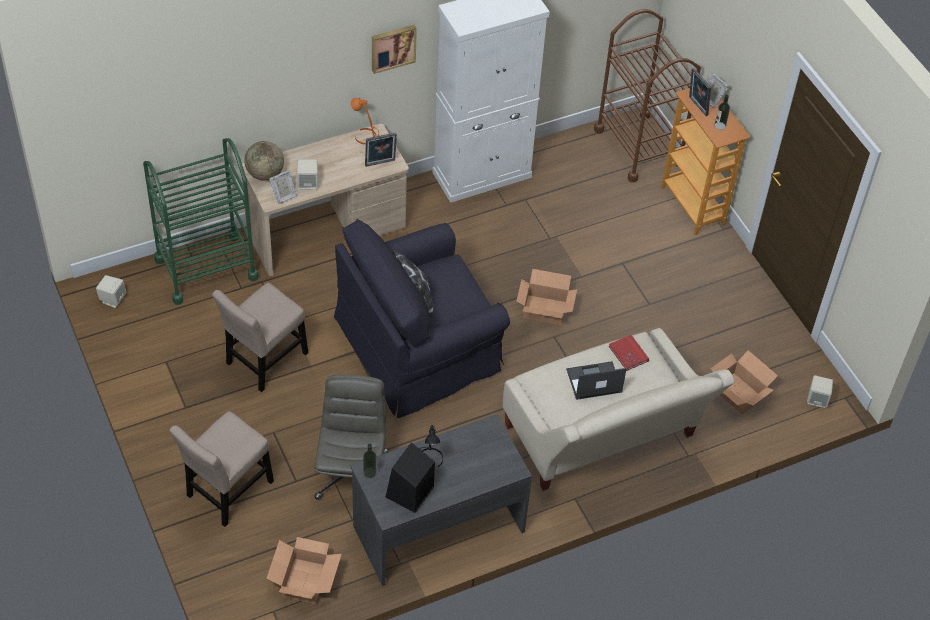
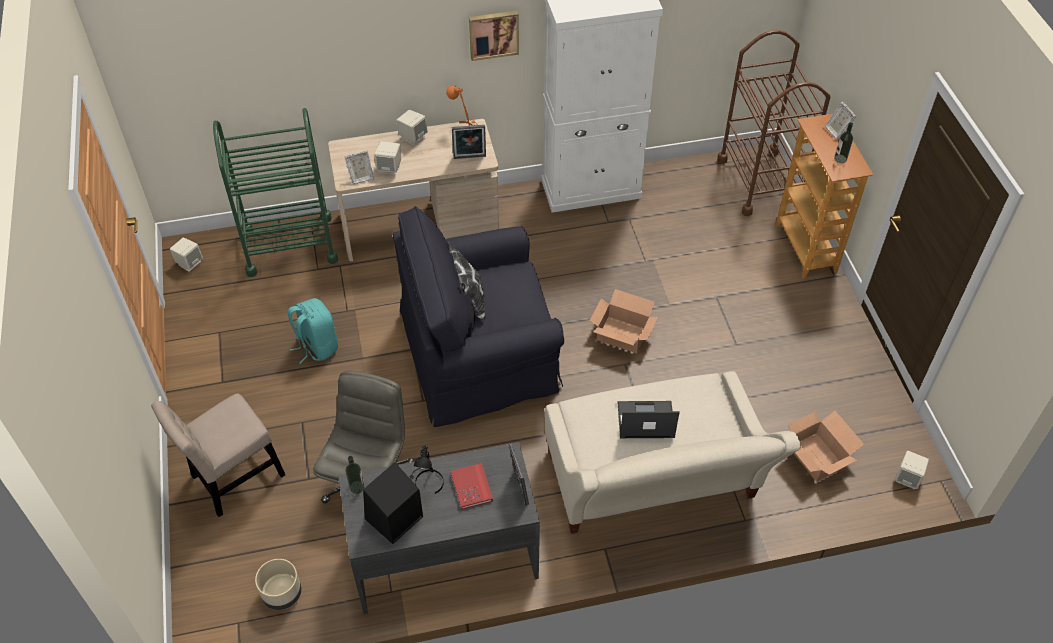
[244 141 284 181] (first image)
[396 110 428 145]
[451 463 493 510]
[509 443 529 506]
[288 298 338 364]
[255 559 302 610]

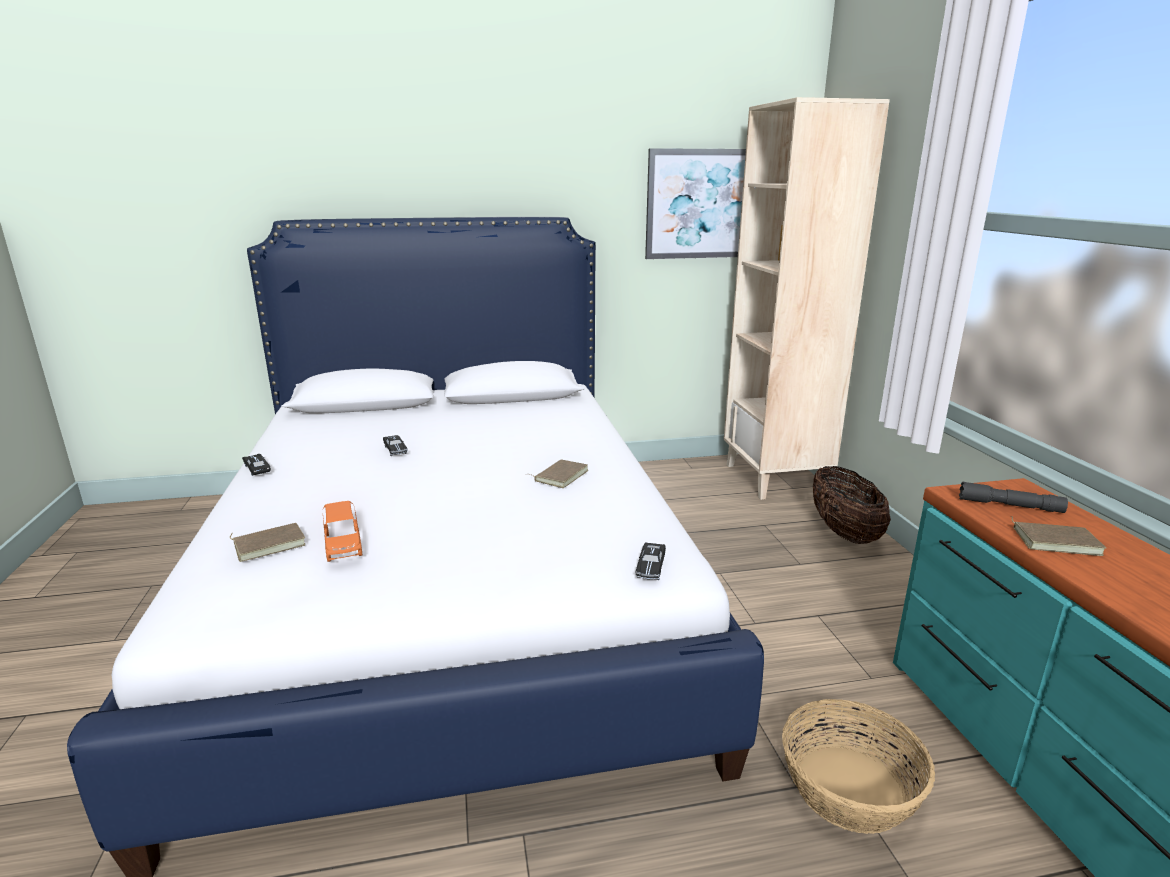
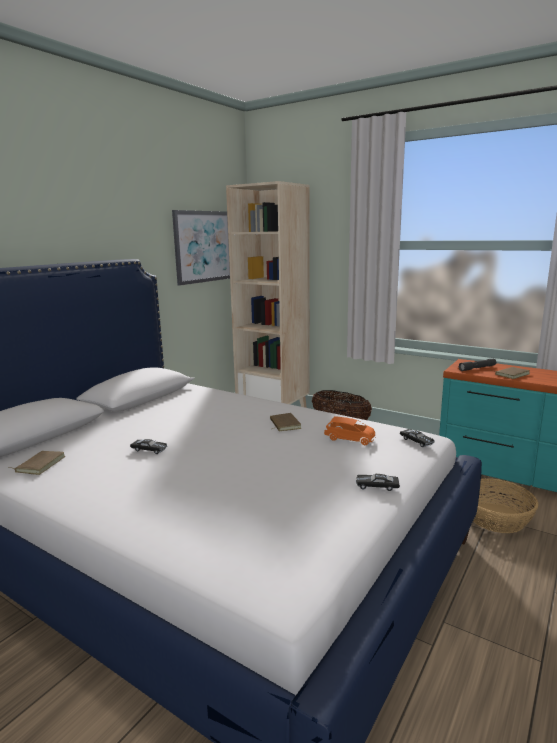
[8 451 65 475]
[356 474 400 491]
[324 416 376 445]

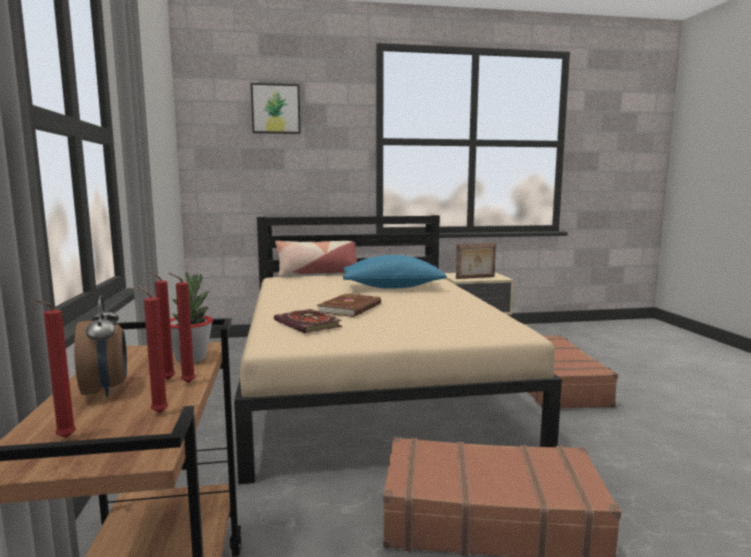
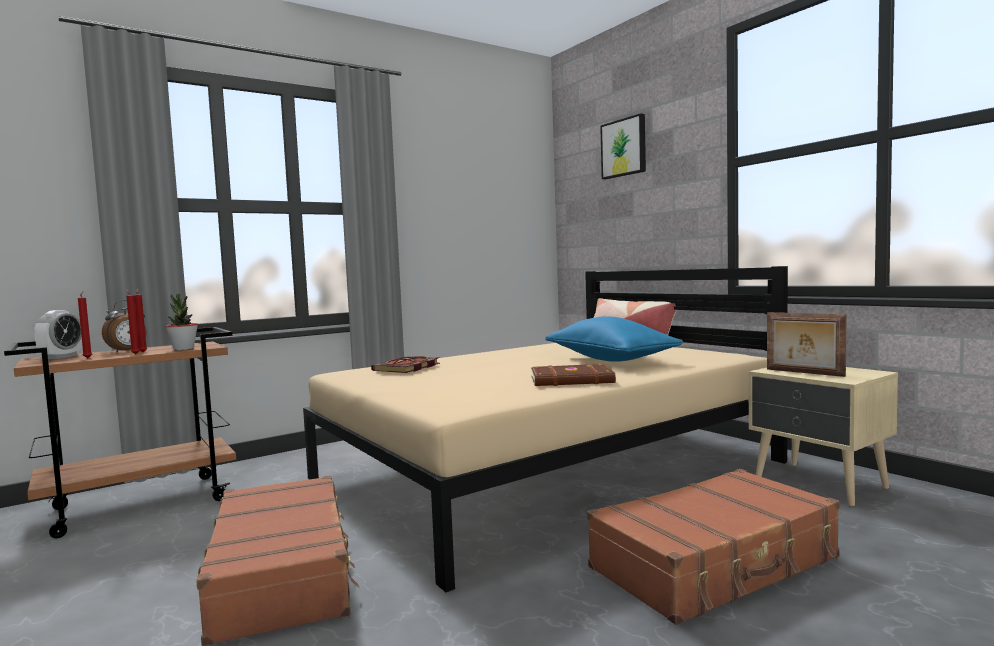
[531 364 616 386]
[34 310 82 359]

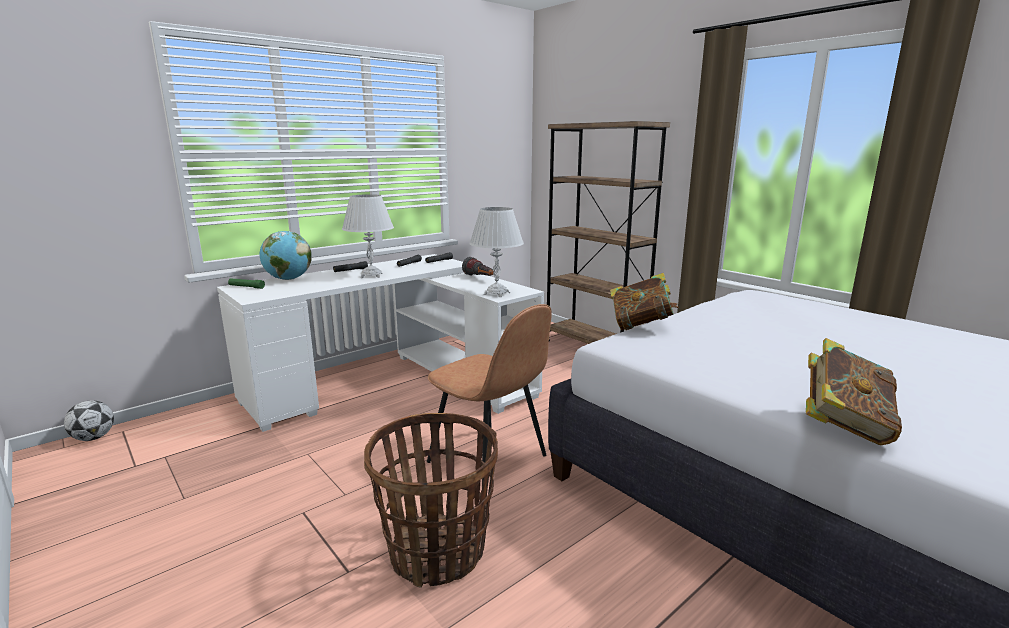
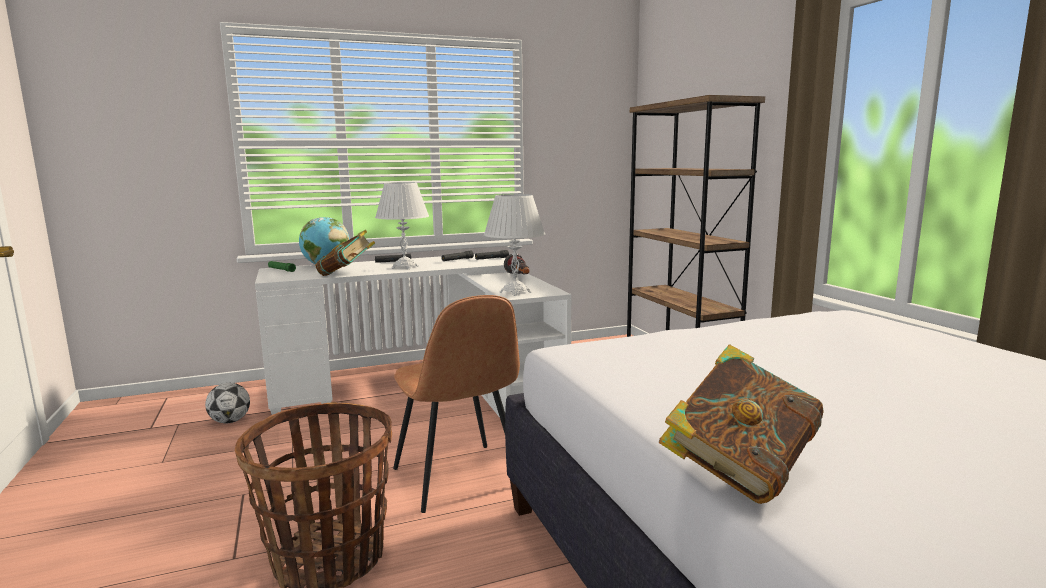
[205 383 250 423]
[315 230 375 276]

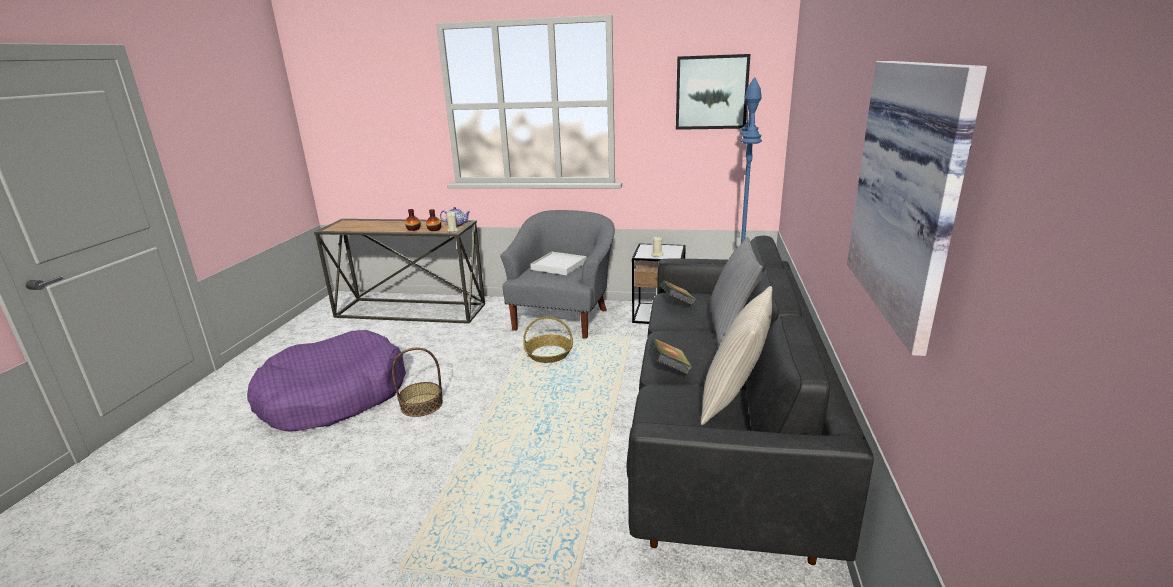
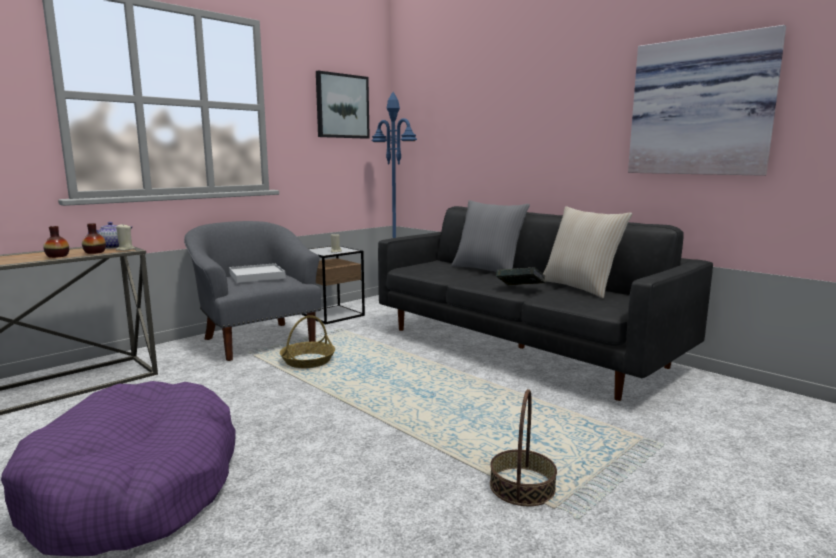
[661 281 695 305] (first image)
[490 389 557 506]

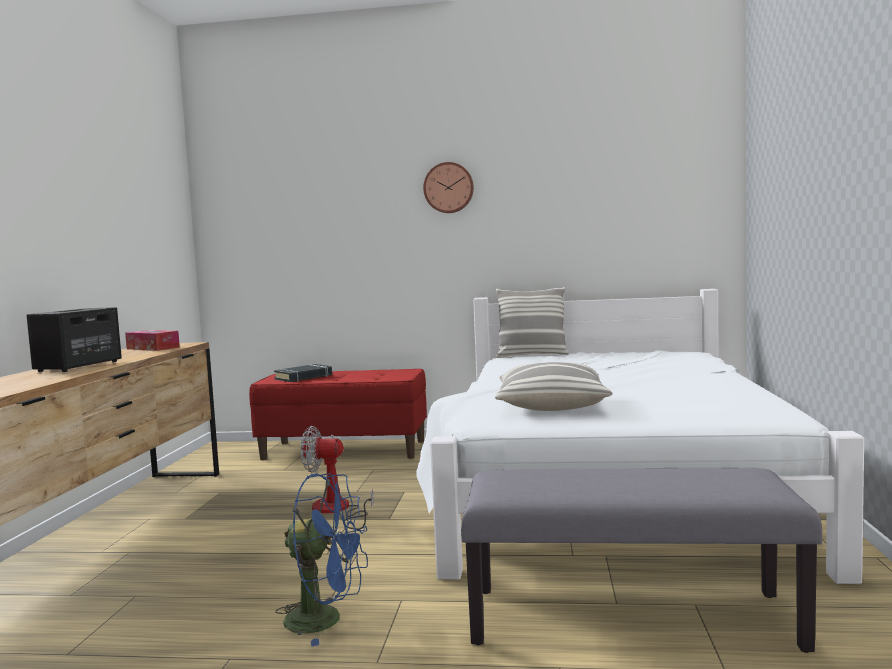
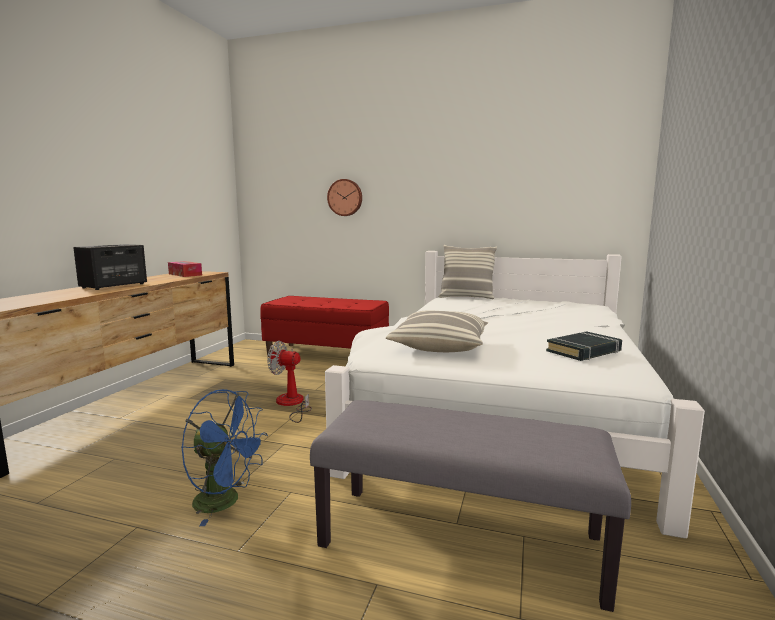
[546 331 622 361]
[327 179 362 216]

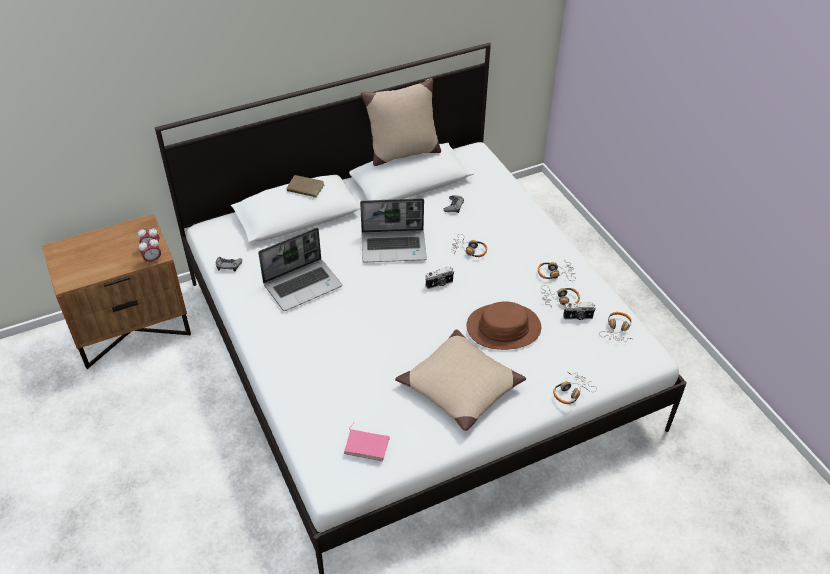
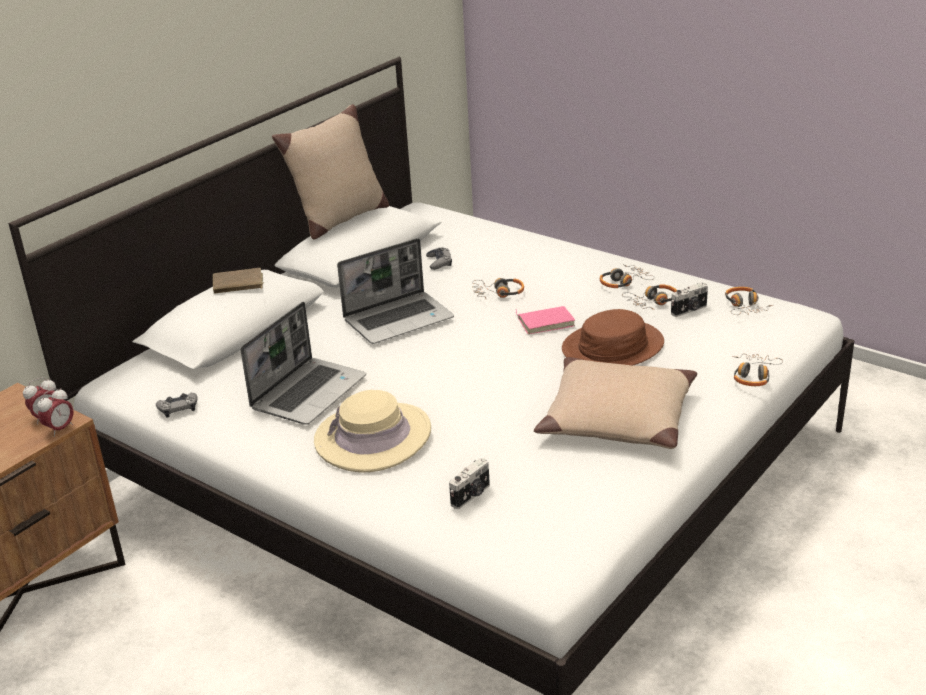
[314 390 431 473]
[516 306 575 334]
[449 458 490 509]

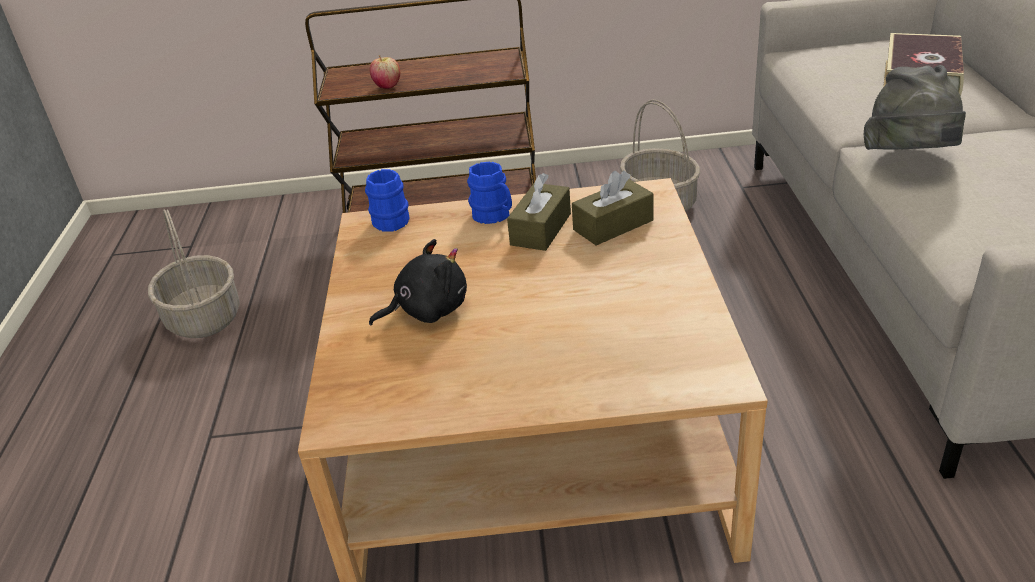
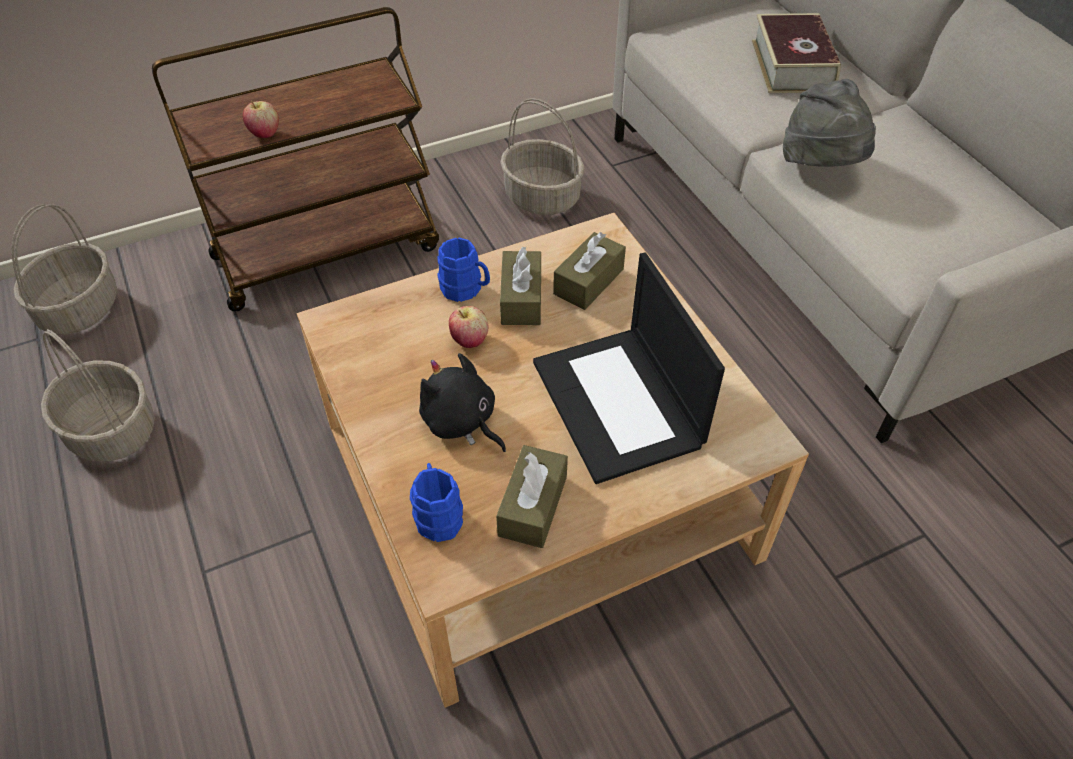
[12 204 117 335]
[449 306 488 348]
[496 445 568 548]
[533 252 725 484]
[410 463 463 542]
[419 353 506 452]

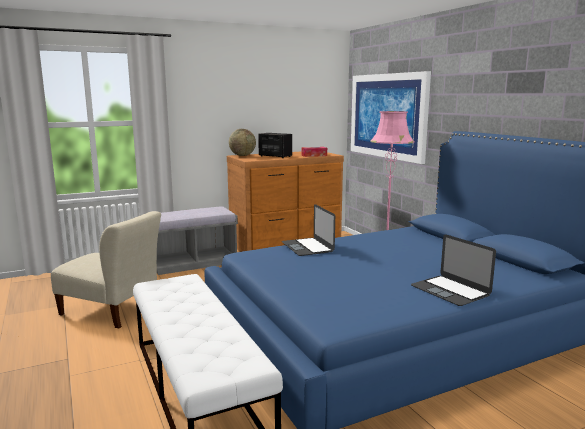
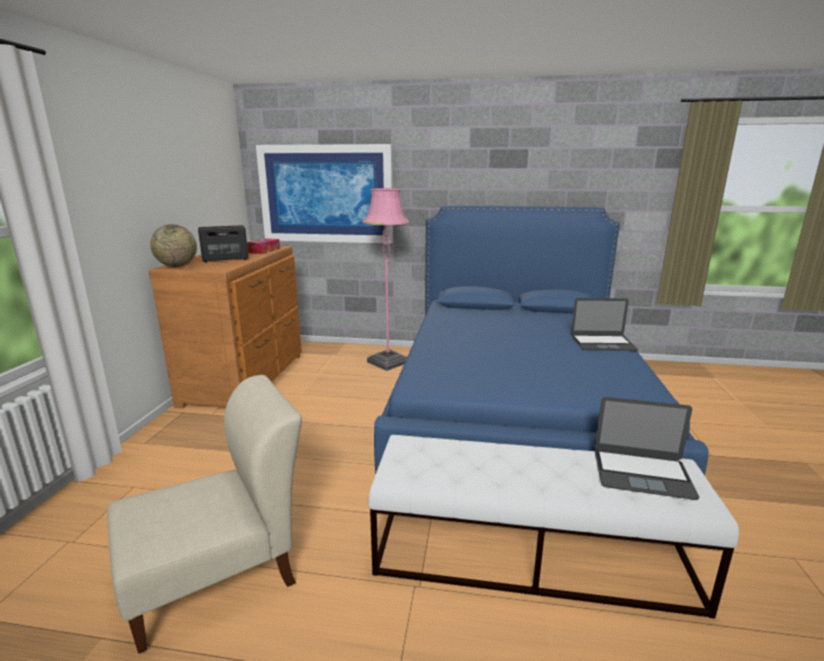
[157 206 238 275] (first image)
[595 397 699 500]

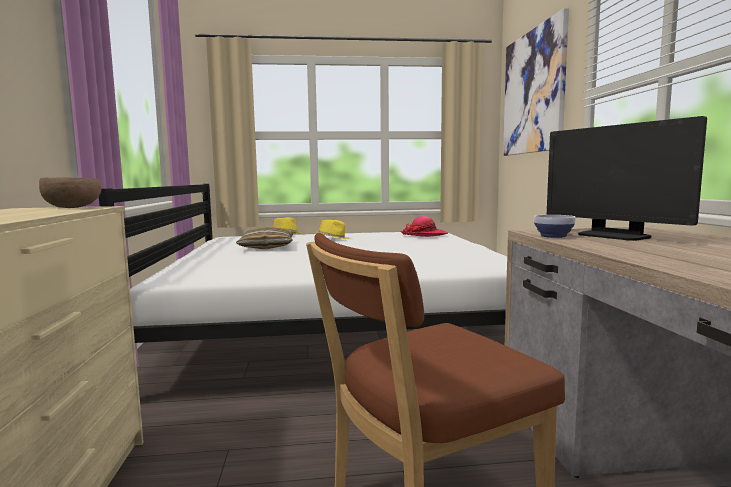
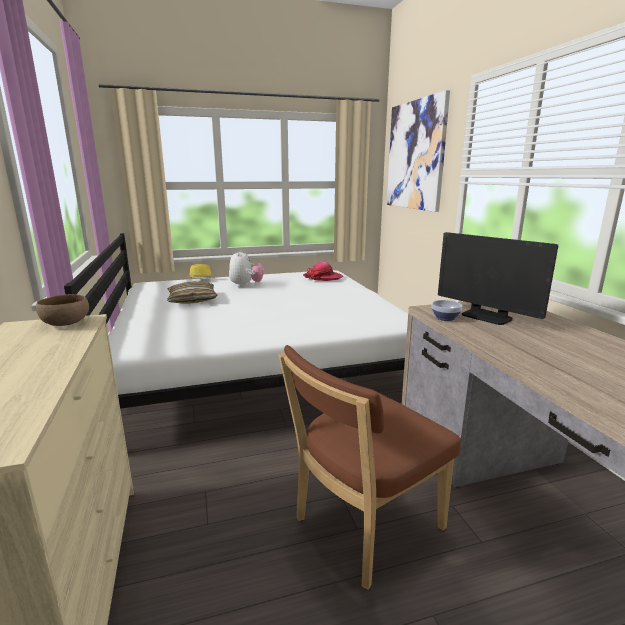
[229 250 264 287]

